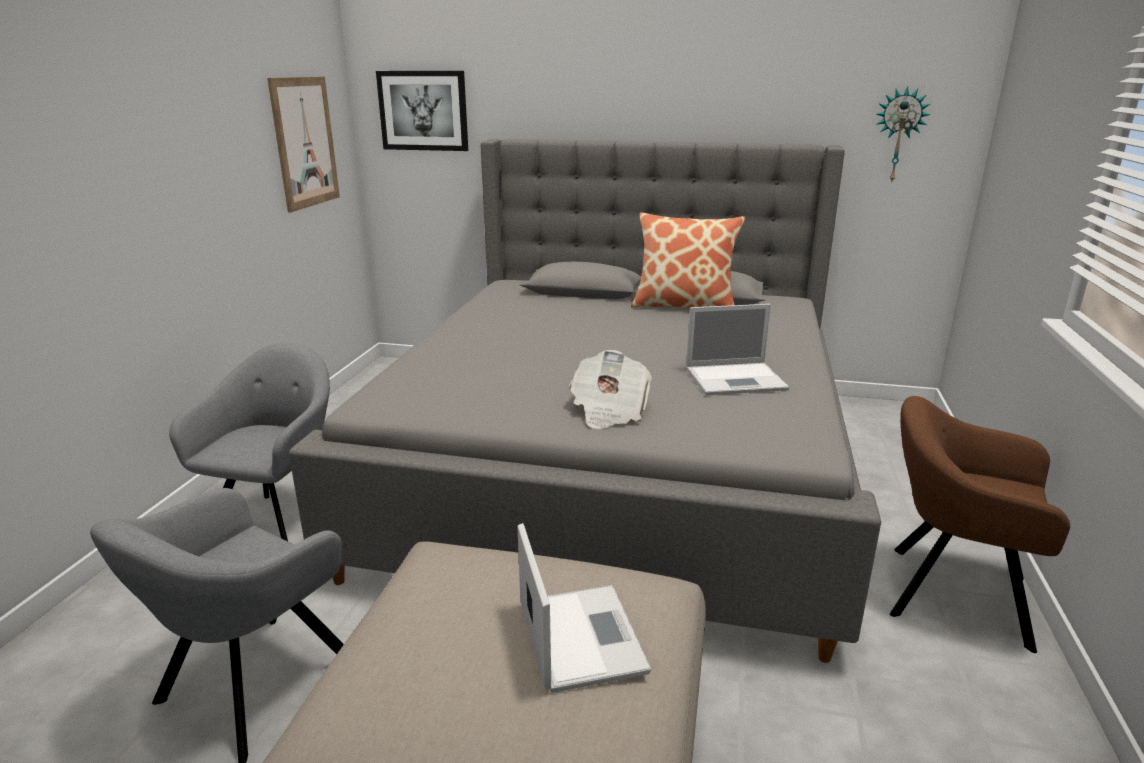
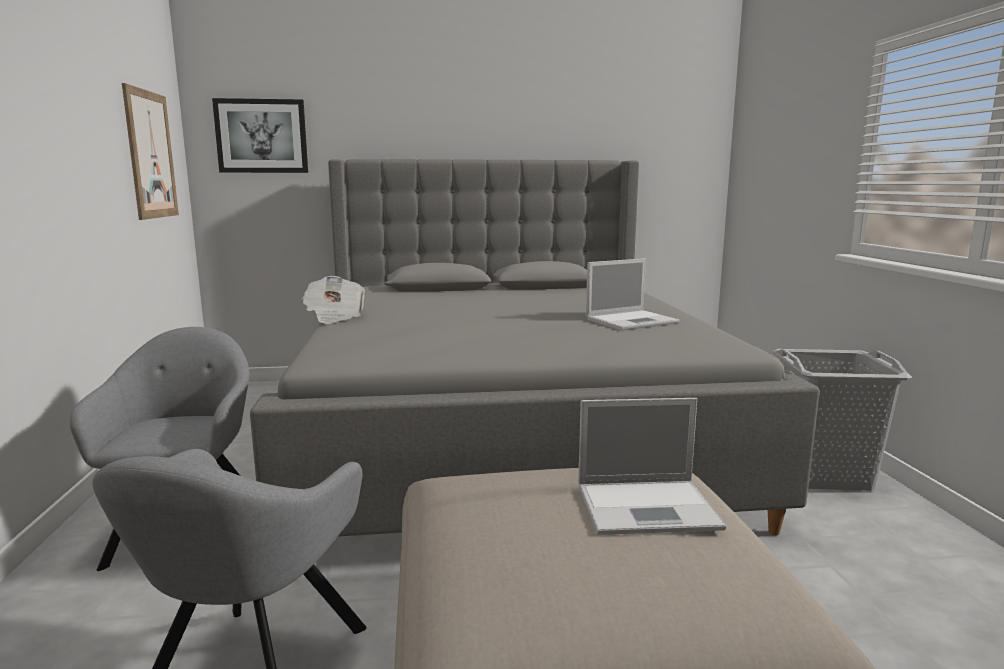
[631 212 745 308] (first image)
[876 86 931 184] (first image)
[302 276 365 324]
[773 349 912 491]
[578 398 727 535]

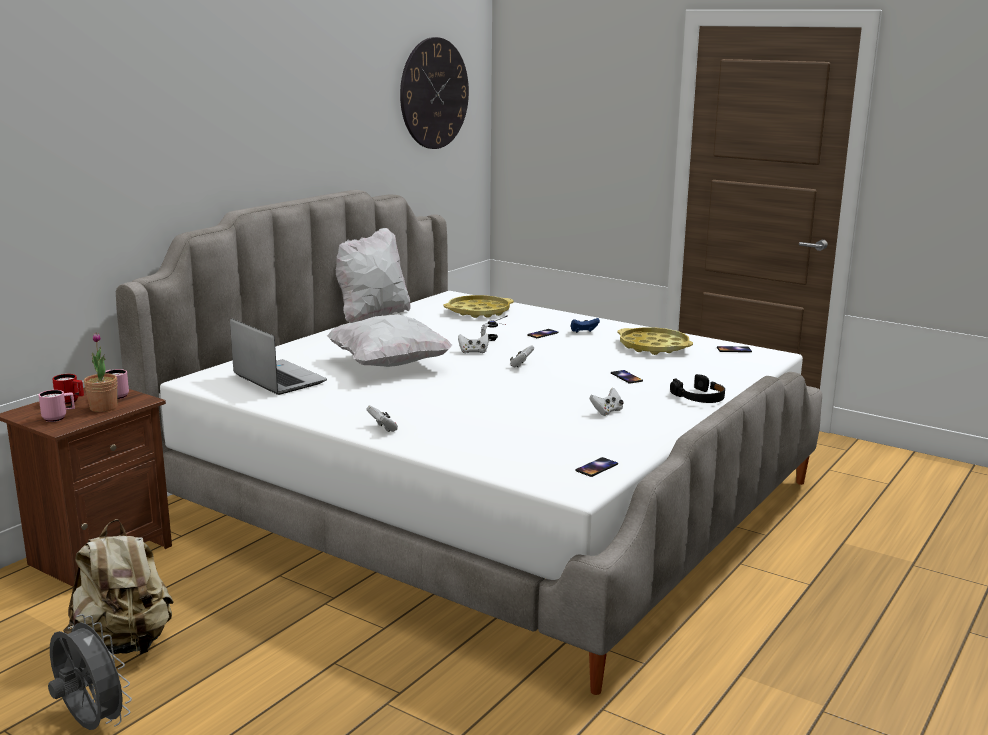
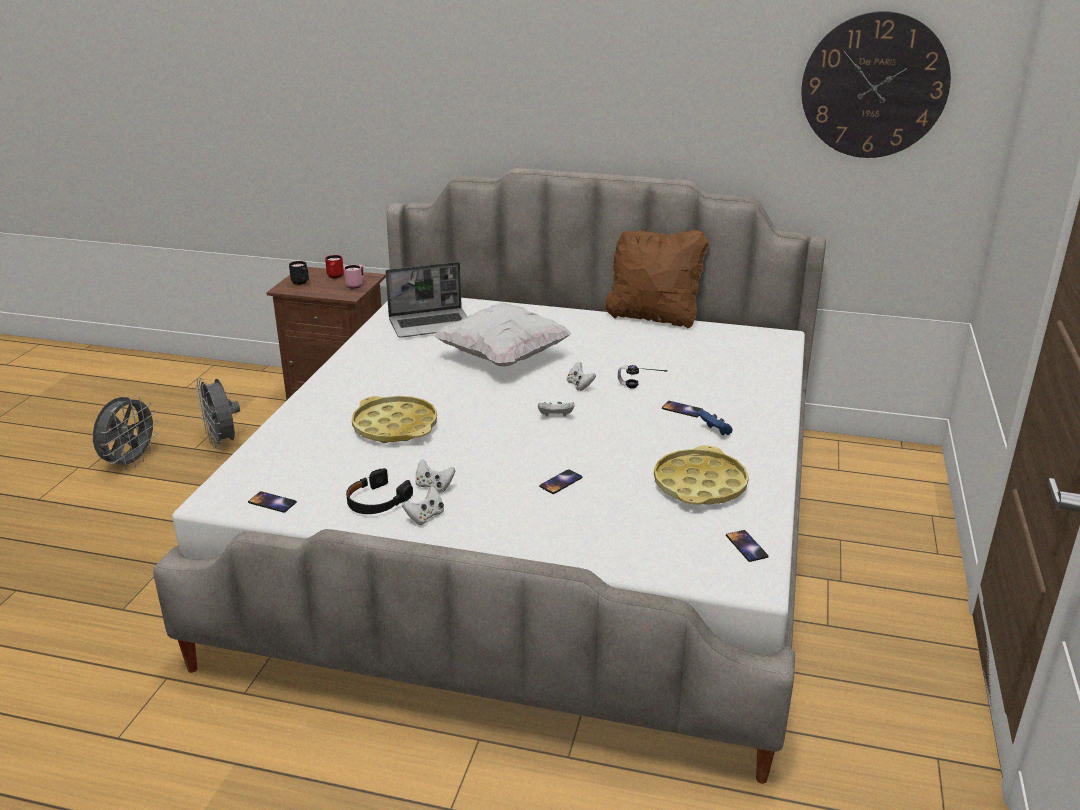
[84 333 117 412] (first image)
[402 486 444 525]
[352 396 437 443]
[346 468 413 514]
[195 378 240 449]
[289 261 309 285]
[604 230 709 329]
[385 262 467 337]

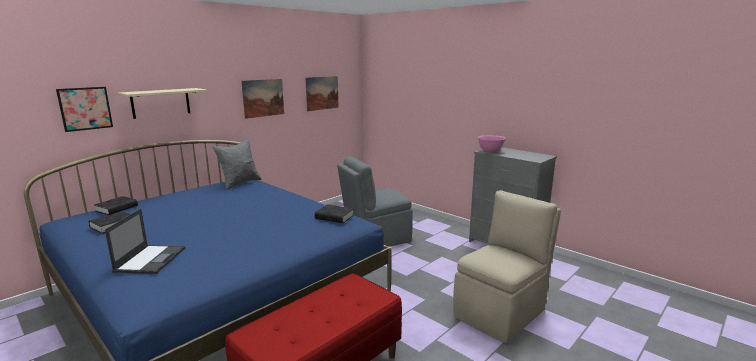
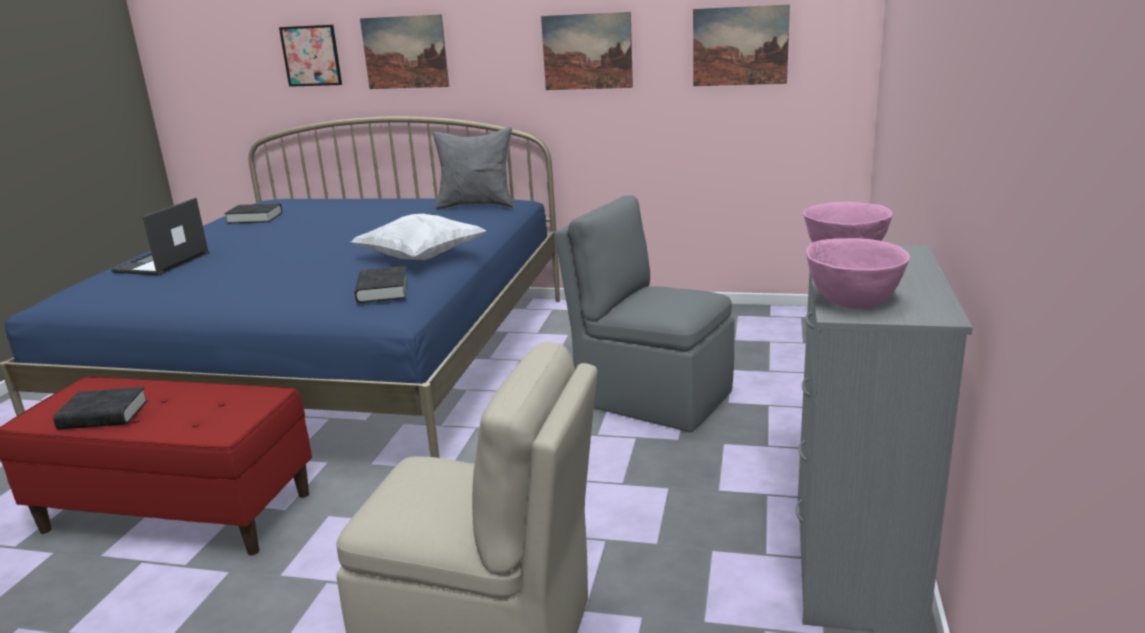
[350 214 487 260]
[806 238 910 309]
[53 387 148 429]
[360 14 449 89]
[111 198 209 276]

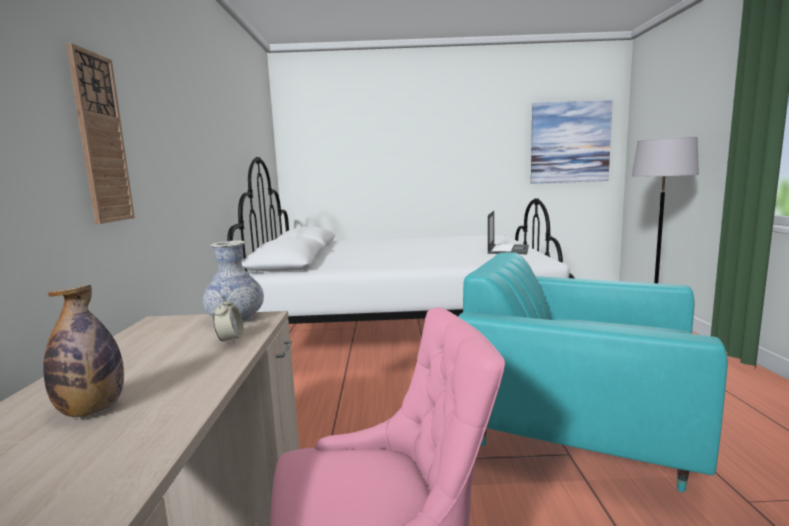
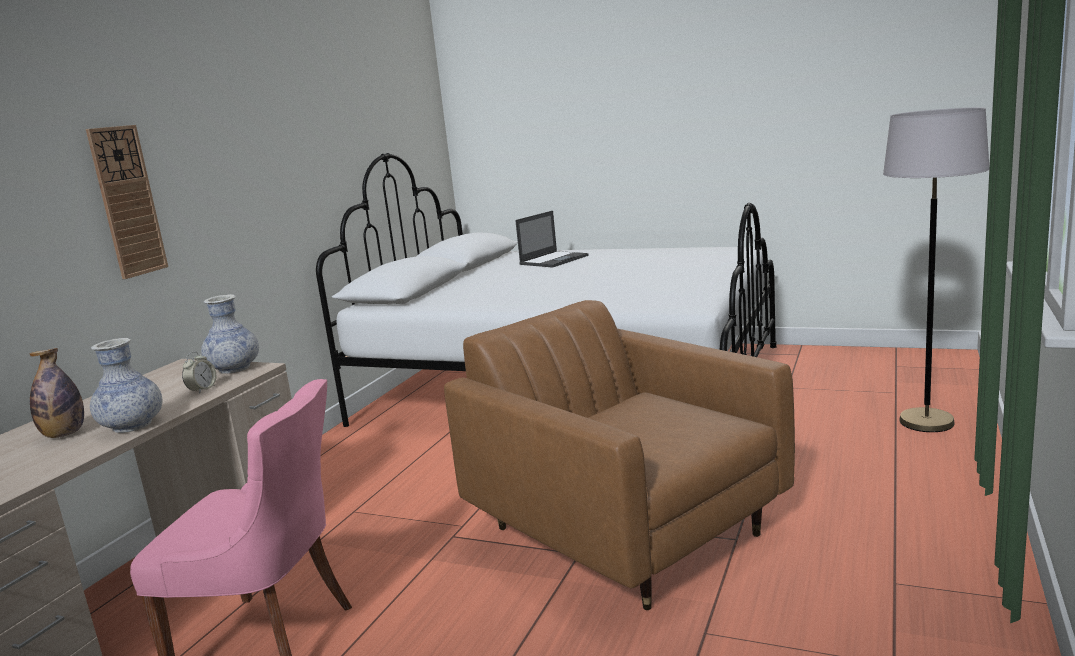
[531 100 613 184] (first image)
[90 338 162 433]
[515 211 589 268]
[444 300 795 610]

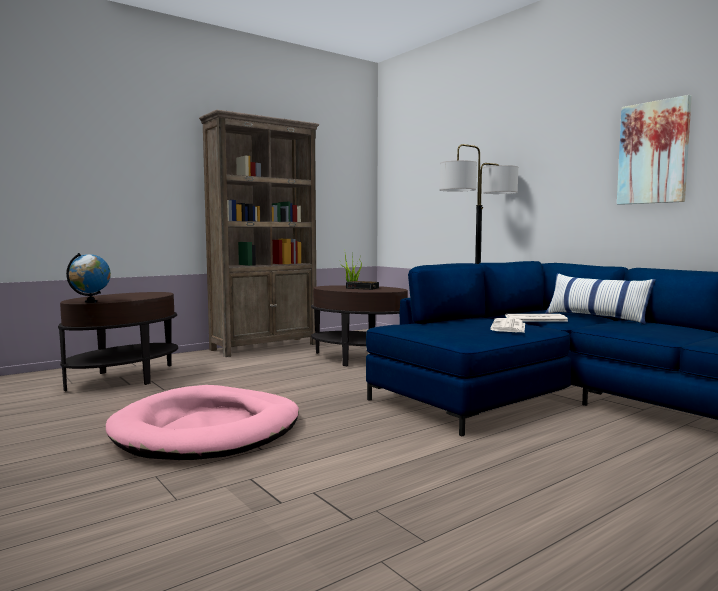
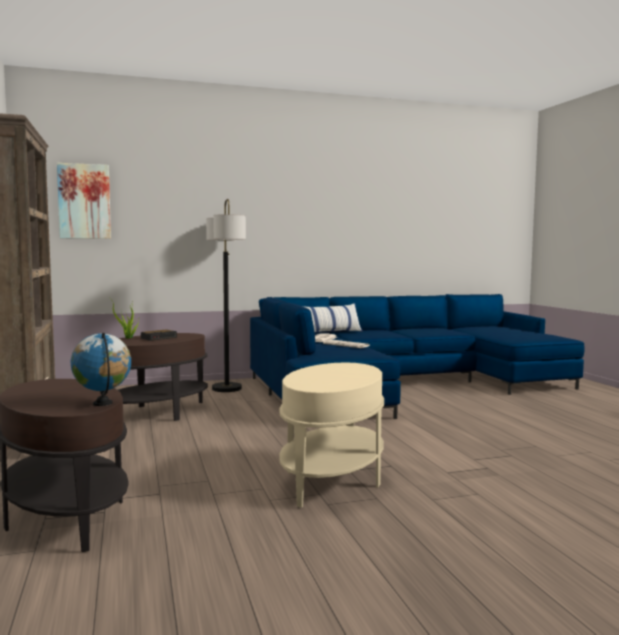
[57 163 111 239]
[279 362 384 508]

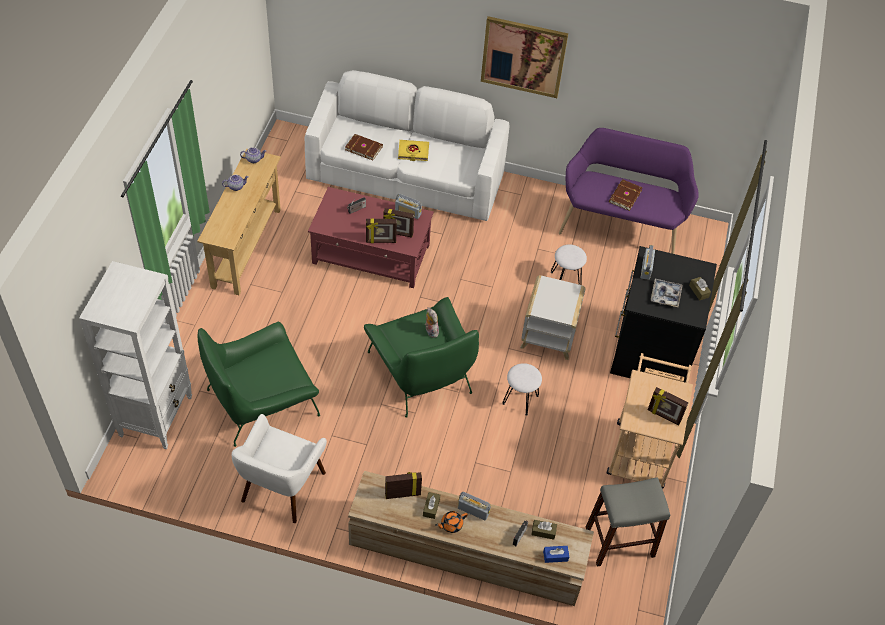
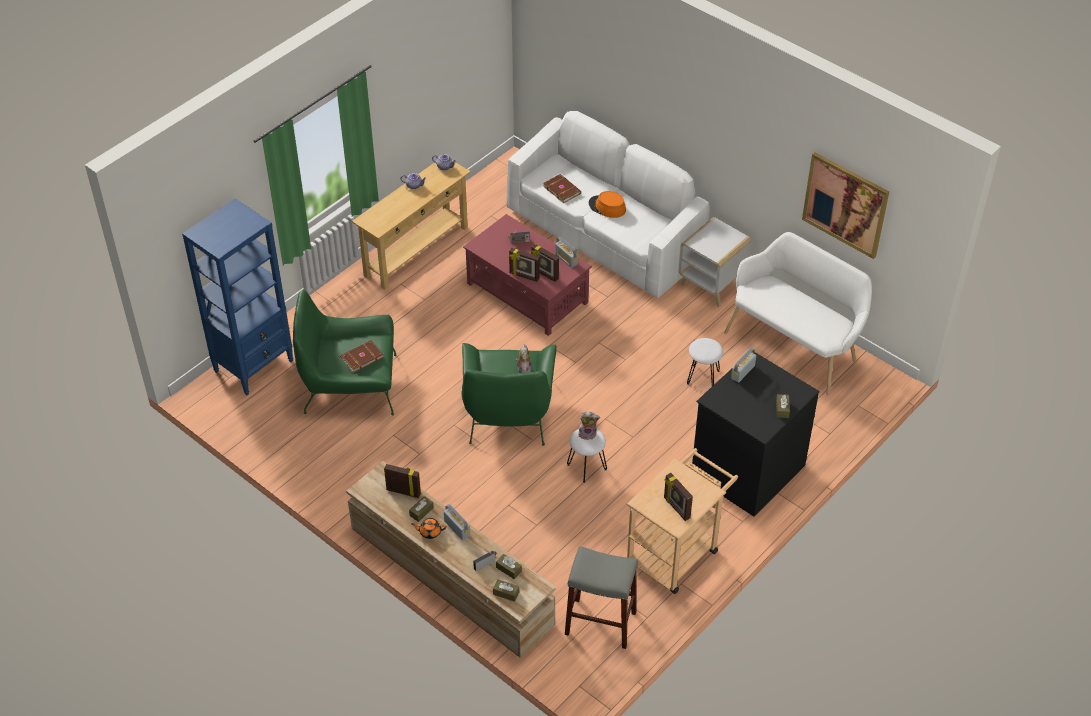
[232 414 327 523] (first image)
[651 279 683 307] (first image)
[578 411 600 440]
[802 152 889 259]
[679 217 751 307]
[340 340 384 373]
[589 191 626 218]
[182 198 293 395]
[493 579 519 602]
[724 232 872 396]

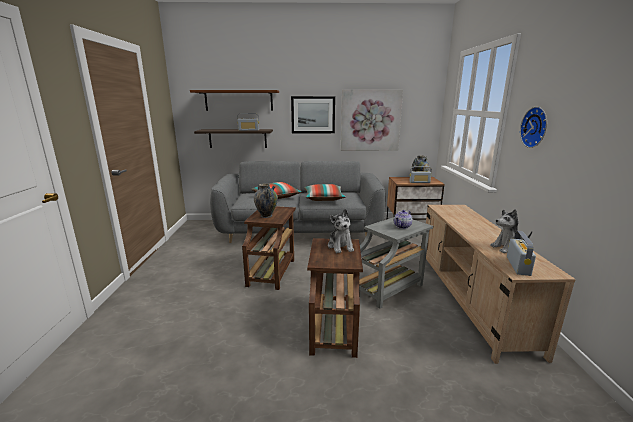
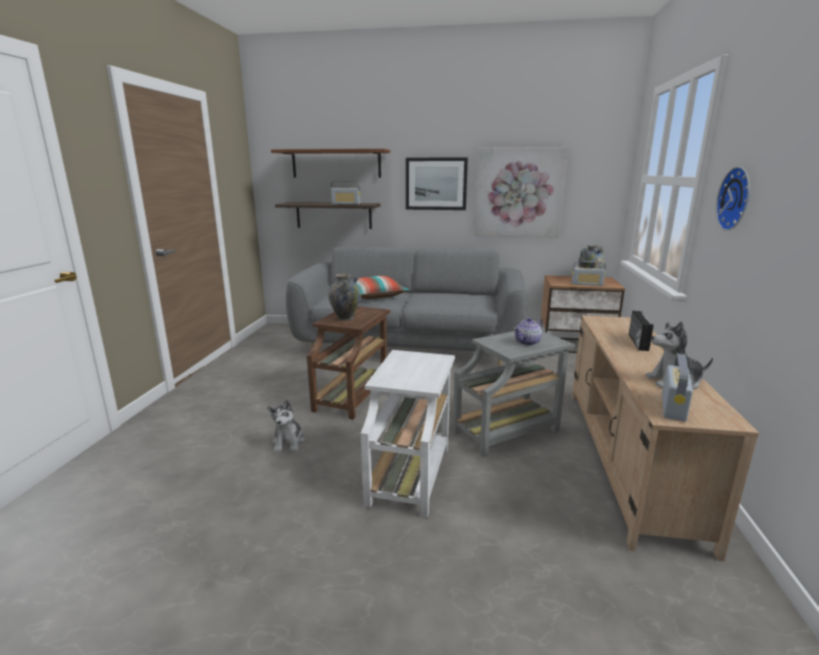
[304 184 346 201] (first image)
[629 311 653 351]
[267 400 305 452]
[361 350 455 517]

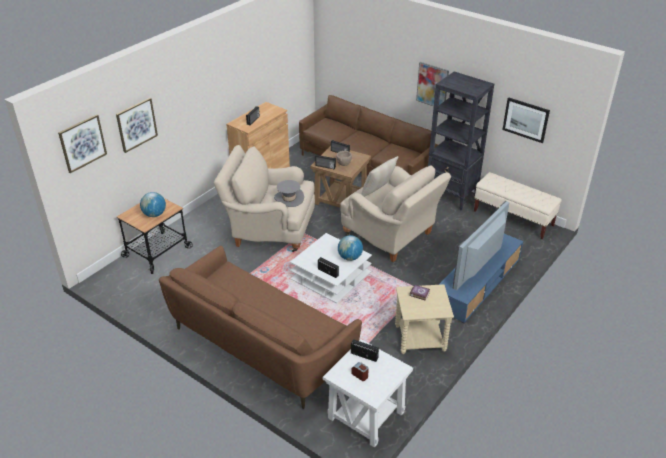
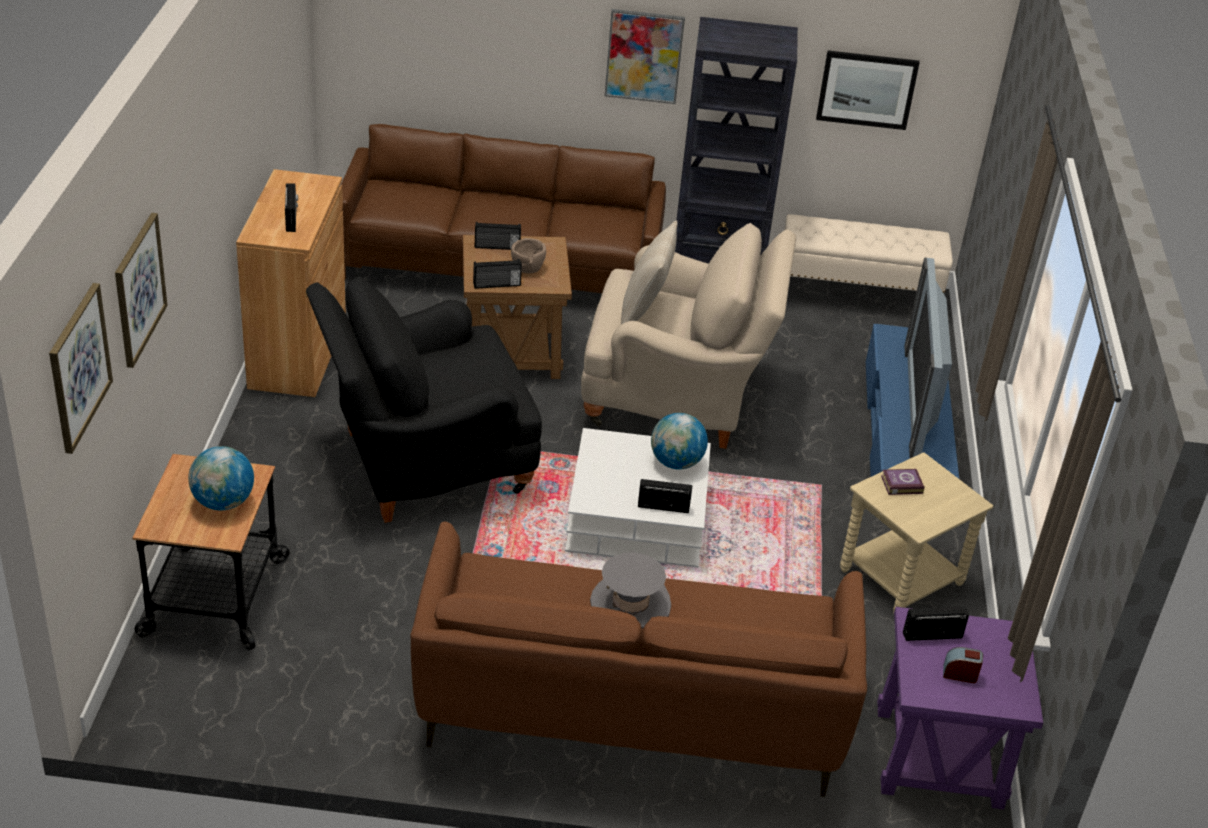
[590 552 671 629]
[306 277 542 523]
[877 607 1043 810]

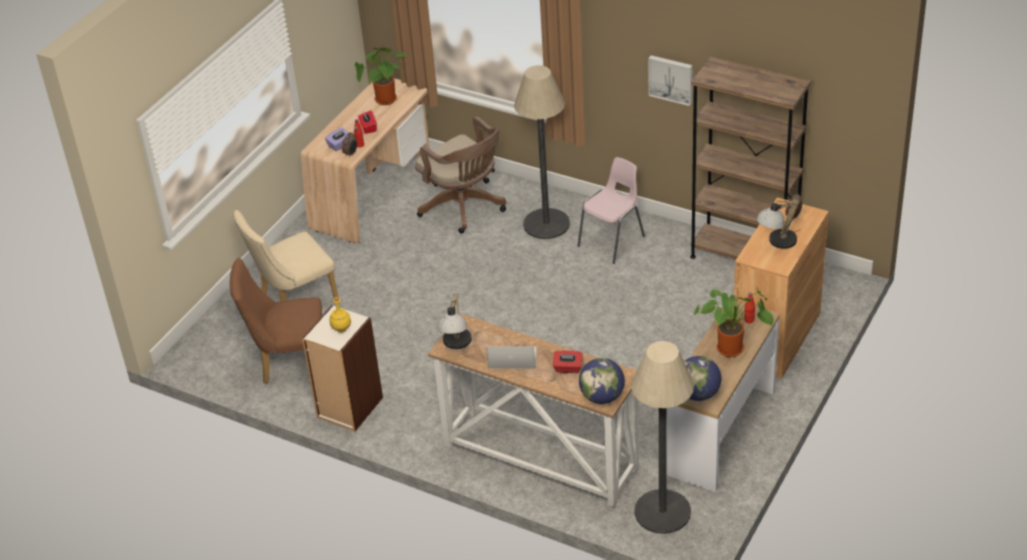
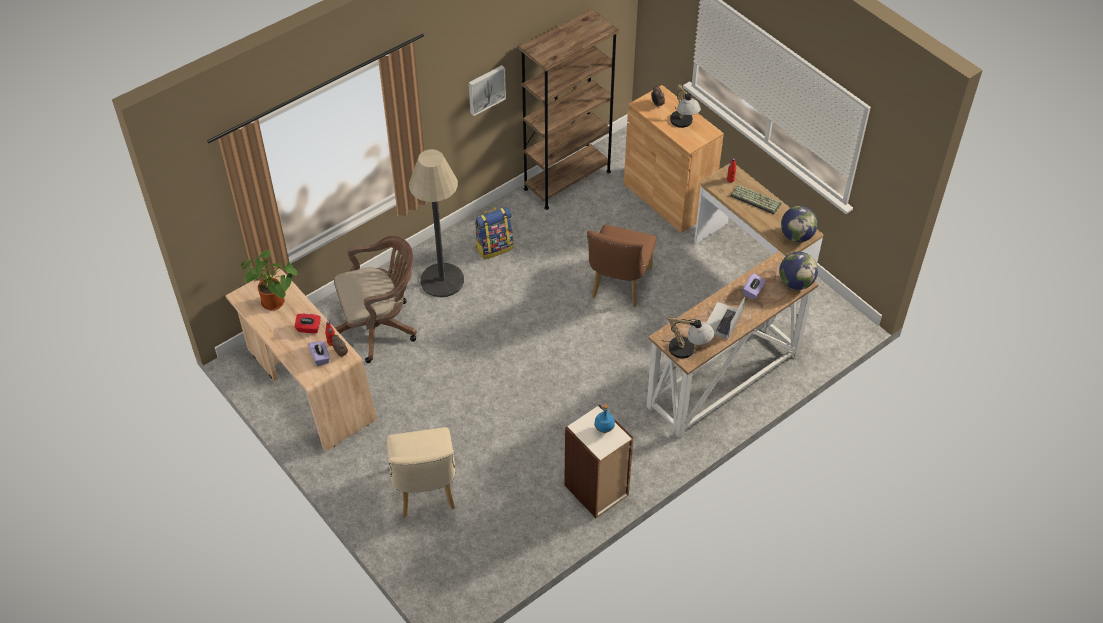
[631 341 694 534] (first image)
[587 225 656 307]
[475 207 513 259]
[731 185 782 214]
[594 404 615 433]
[743 273 766 300]

